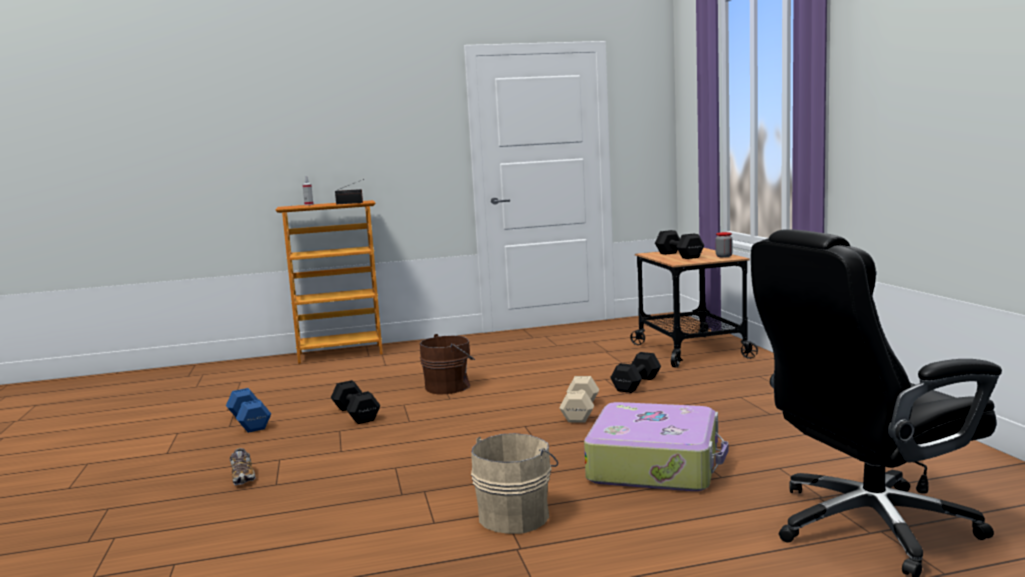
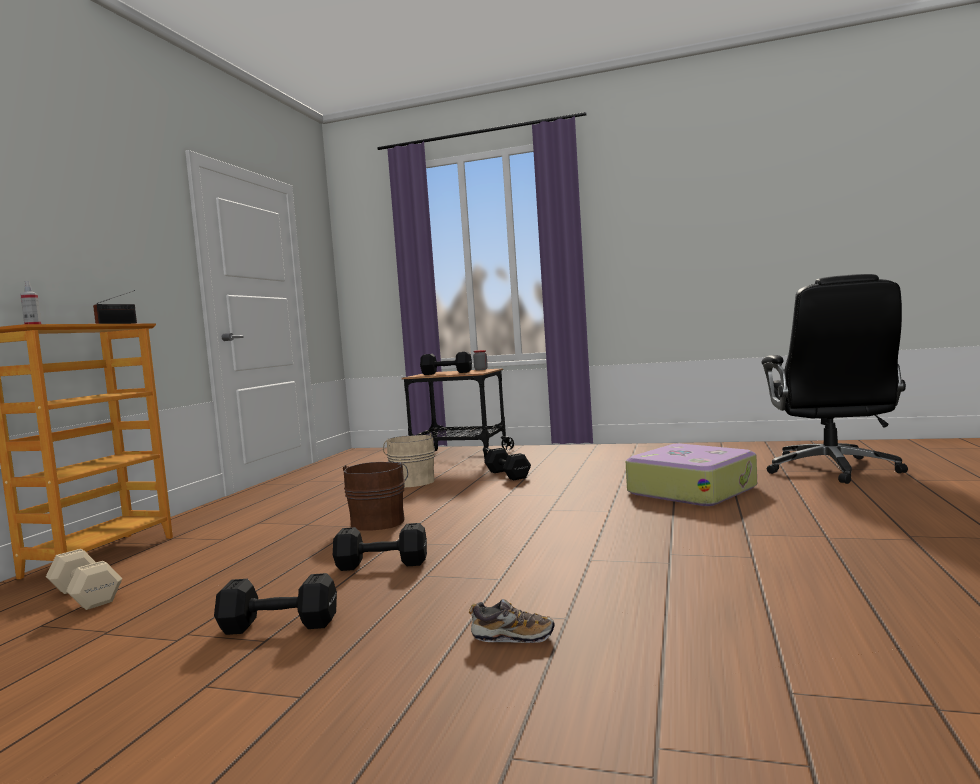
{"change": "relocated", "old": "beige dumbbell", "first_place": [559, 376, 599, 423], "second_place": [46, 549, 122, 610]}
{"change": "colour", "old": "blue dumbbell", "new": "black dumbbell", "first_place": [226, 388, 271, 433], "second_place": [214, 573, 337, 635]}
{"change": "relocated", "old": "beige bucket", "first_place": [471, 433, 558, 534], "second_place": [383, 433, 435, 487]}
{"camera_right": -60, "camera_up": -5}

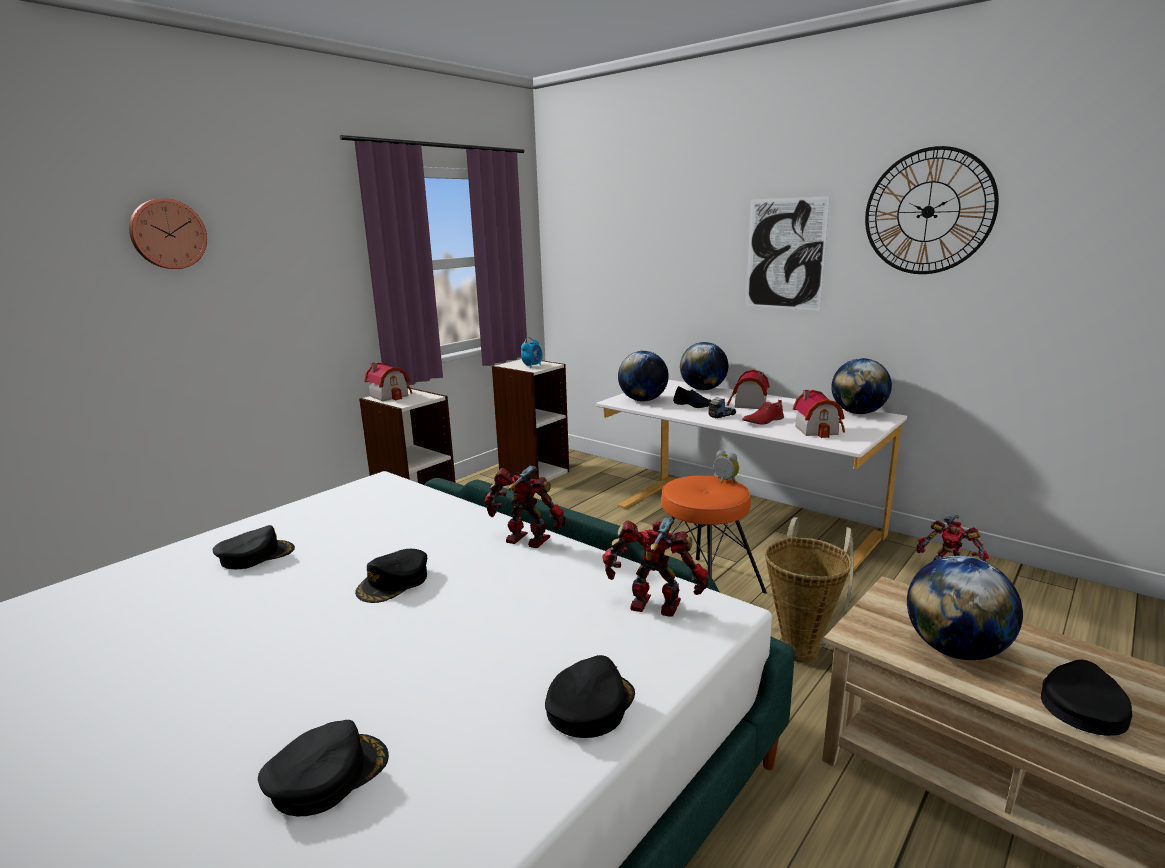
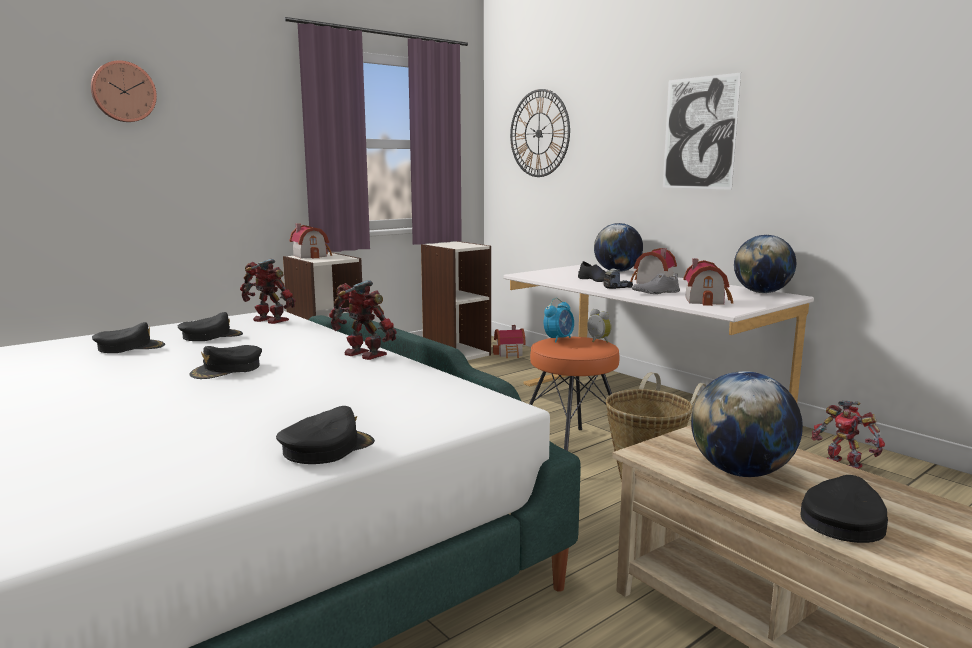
{"change": "relocated", "old": "black cap", "first_place": [258, 720, 389, 816], "second_place": [178, 312, 243, 341]}
{"change": "relocated", "old": "toy robot", "first_place": [602, 517, 709, 617], "second_place": [240, 259, 296, 324]}
{"change": "appeared", "new": "toy house", "second_place": [493, 325, 526, 358]}
{"change": "relocated", "old": "wall clock", "first_place": [865, 146, 999, 274], "second_place": [510, 89, 570, 177]}
{"change": "relocated", "old": "alarm clock", "first_place": [521, 337, 543, 369], "second_place": [544, 298, 574, 343]}
{"change": "colour", "old": "red shoe", "new": "grey shoe", "first_place": [742, 400, 784, 425], "second_place": [632, 273, 680, 294]}
{"change": "missing", "old": "globe", "first_place": [618, 351, 669, 401]}
{"camera_right": 10, "camera_up": -5}

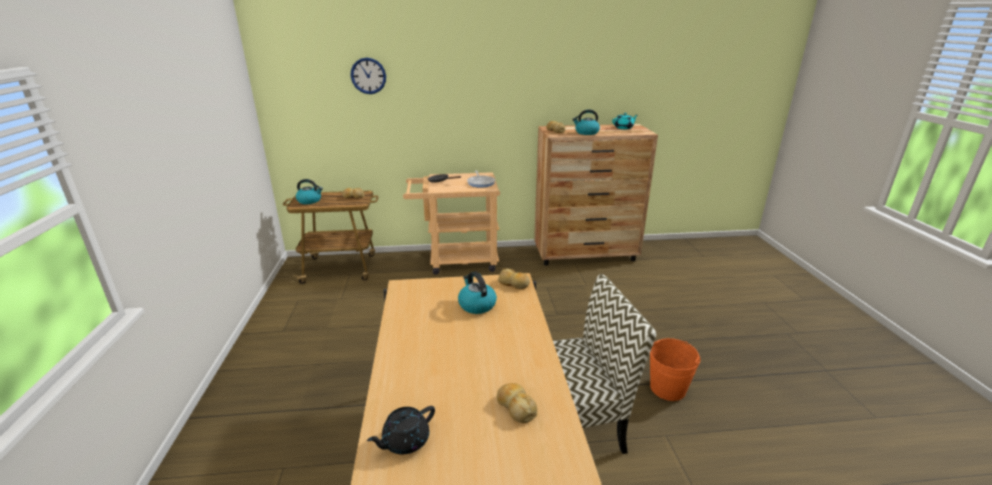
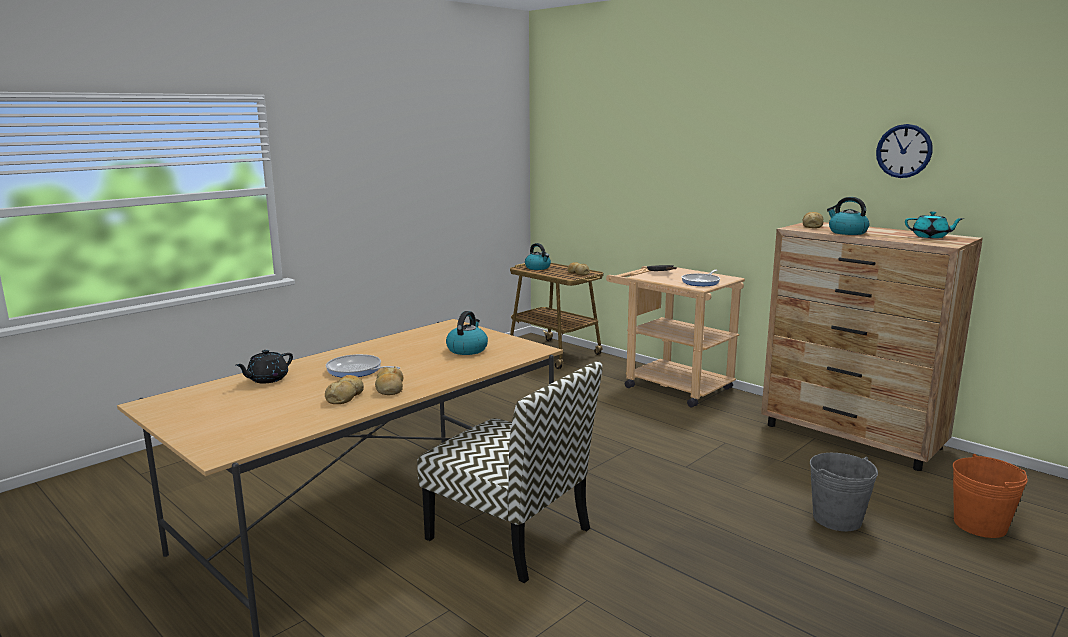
{"change": "spun", "old": "black teapot", "first_place": [367, 406, 435, 454], "second_place": [236, 350, 293, 383], "degrees": -60}
{"change": "appeared", "new": "frying pan", "second_place": [326, 354, 400, 377]}
{"change": "relocated", "old": "bread", "first_place": [498, 268, 530, 289], "second_place": [375, 366, 403, 395]}
{"change": "appeared", "new": "grey bucket", "second_place": [810, 453, 878, 531]}
{"change": "relocated", "old": "wall clock", "first_place": [351, 58, 386, 94], "second_place": [876, 124, 933, 178]}
{"change": "relocated", "old": "orange bucket", "first_place": [650, 338, 700, 401], "second_place": [953, 454, 1028, 538]}
{"camera_right": 50, "camera_up": -10}

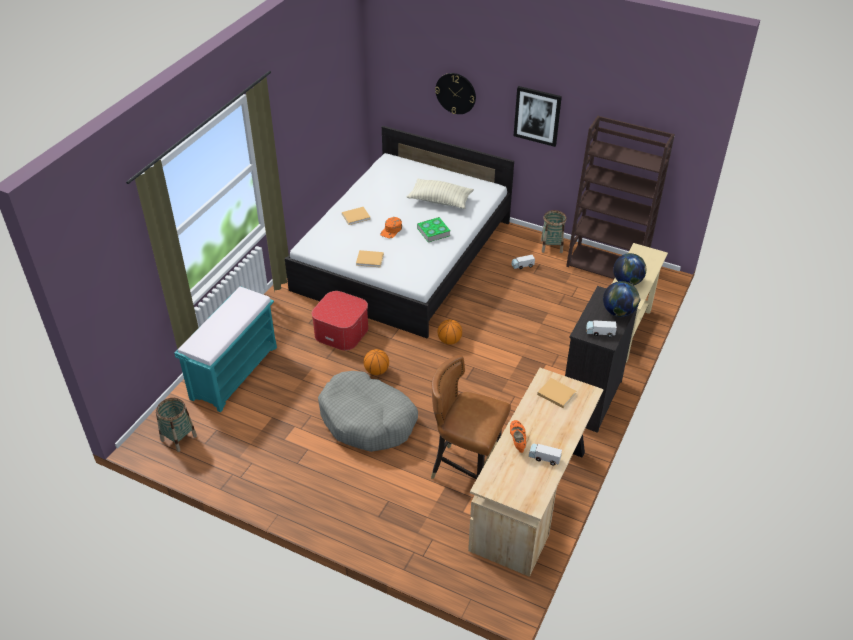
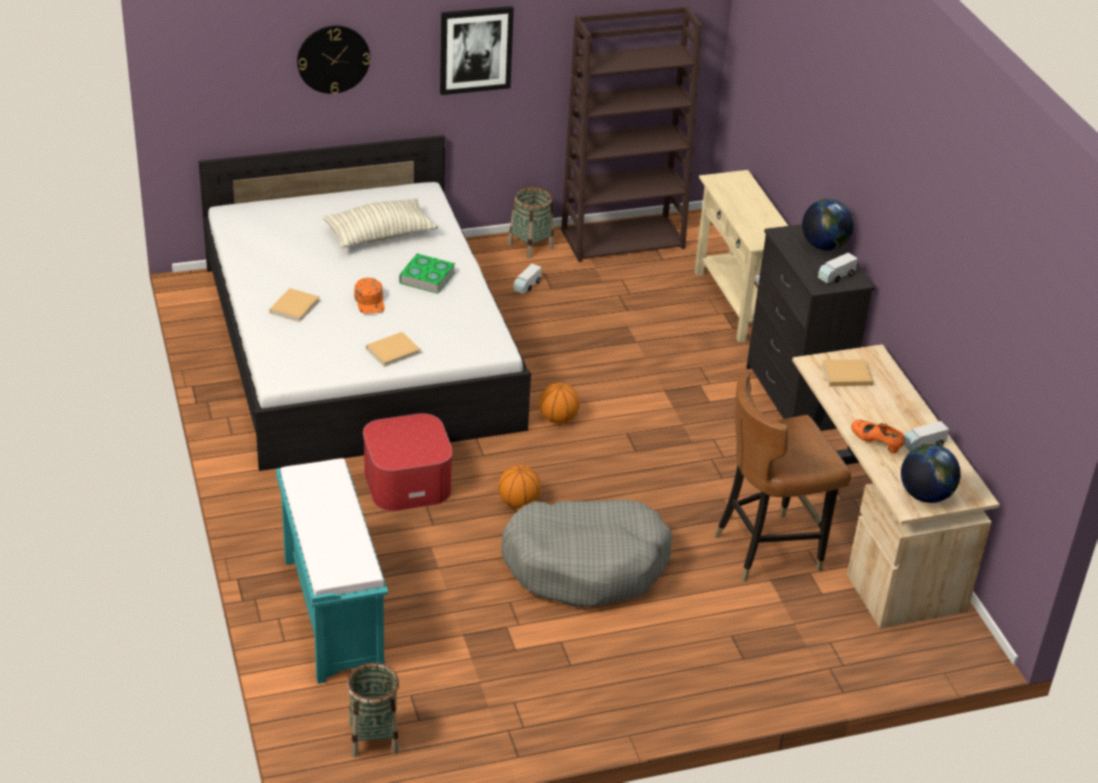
{"change": "relocated", "old": "globe", "first_place": [613, 253, 647, 286], "second_place": [901, 444, 961, 503]}
{"camera_right": -45, "camera_up": -5}

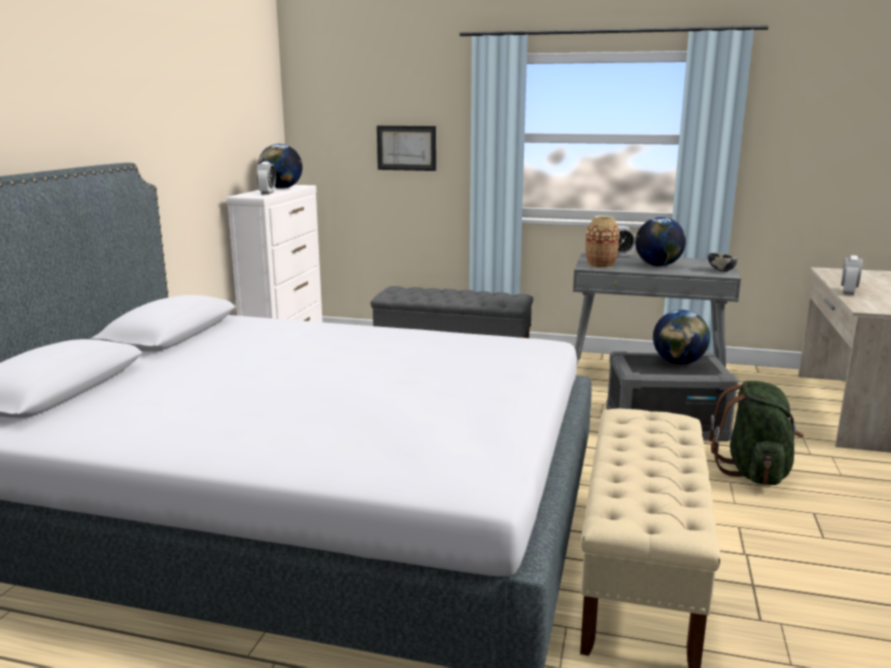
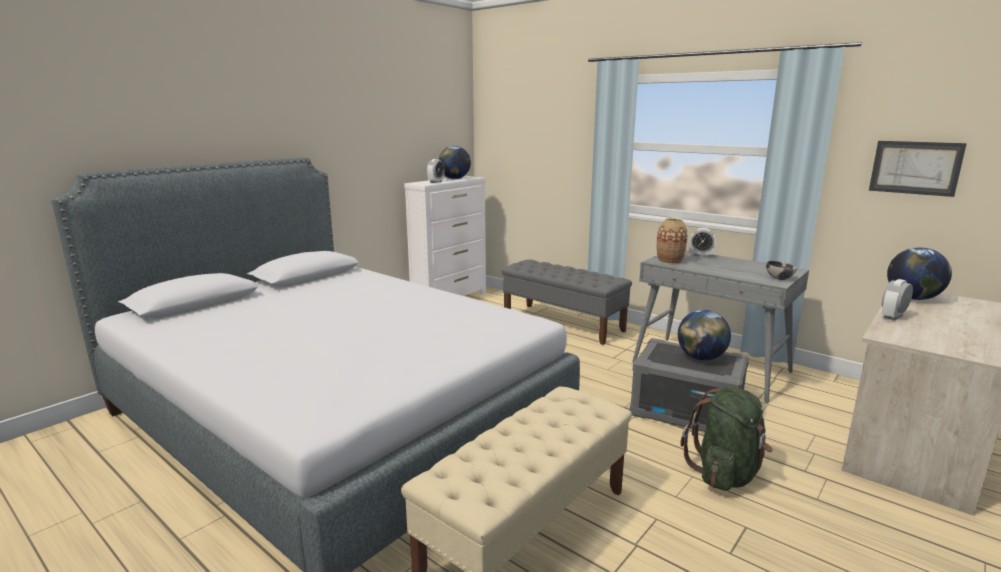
{"change": "relocated", "old": "picture", "first_place": [377, 126, 436, 171], "second_place": [869, 141, 967, 197]}
{"change": "relocated", "old": "globe", "first_place": [635, 217, 686, 266], "second_place": [887, 247, 952, 300]}
{"camera_right": 25, "camera_up": 0}

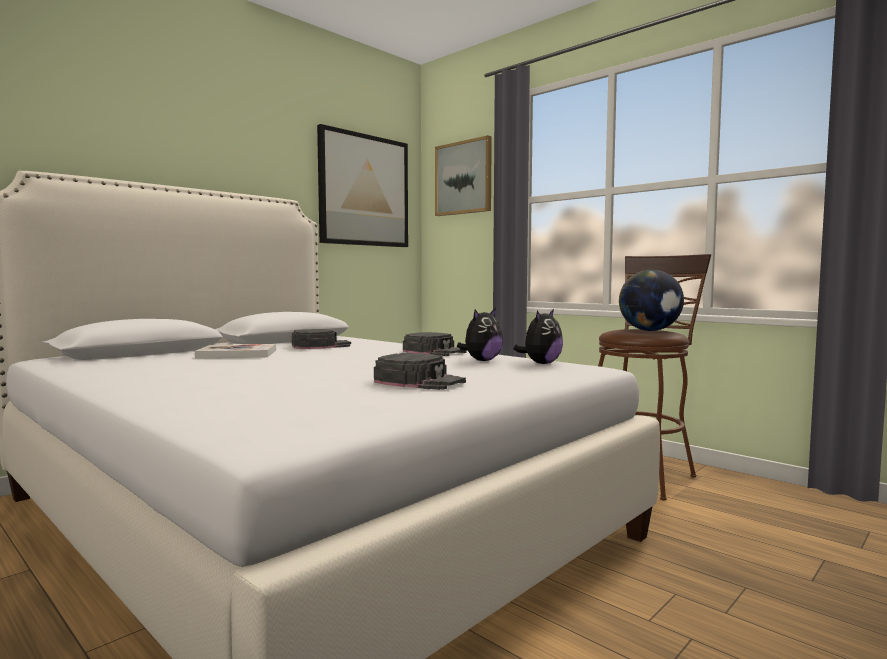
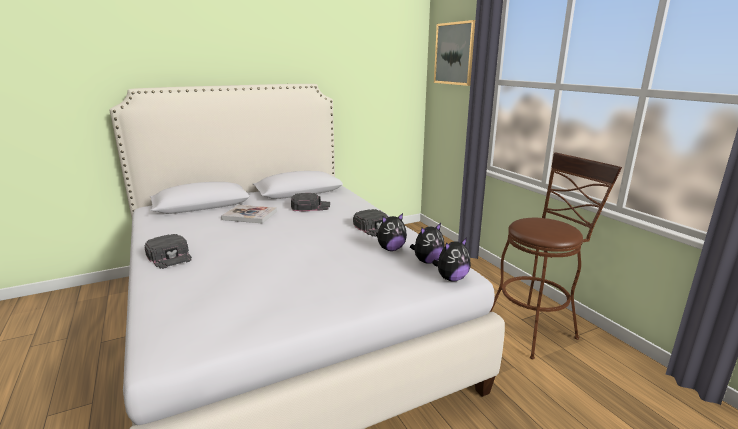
{"change": "relocated", "old": "black cap", "first_place": [374, 353, 466, 390], "second_place": [144, 234, 192, 269]}
{"change": "appeared", "new": "plush toy", "second_place": [432, 238, 471, 282]}
{"change": "missing", "old": "picture", "first_place": [317, 124, 408, 247]}
{"change": "missing", "old": "globe", "first_place": [619, 270, 684, 331]}
{"camera_right": 20, "camera_up": 15}

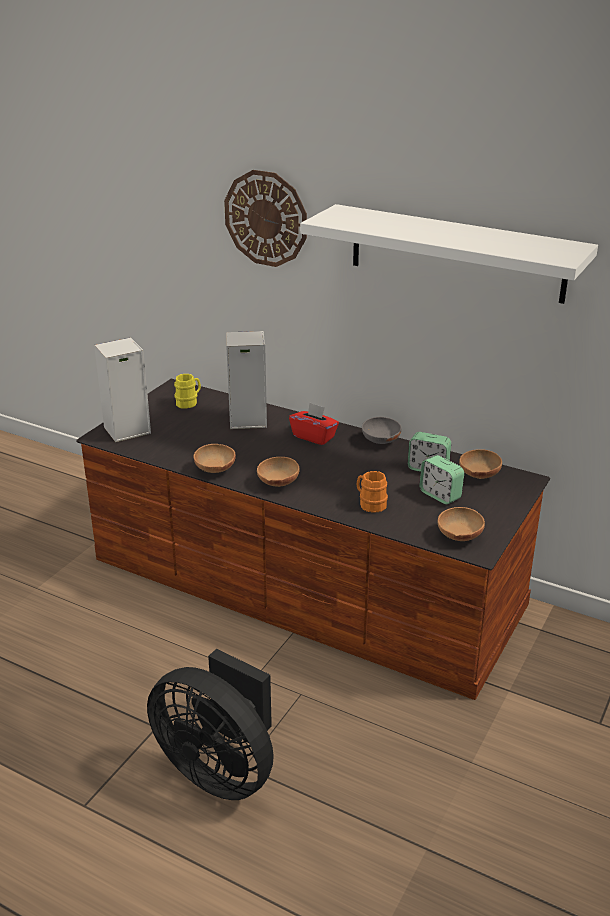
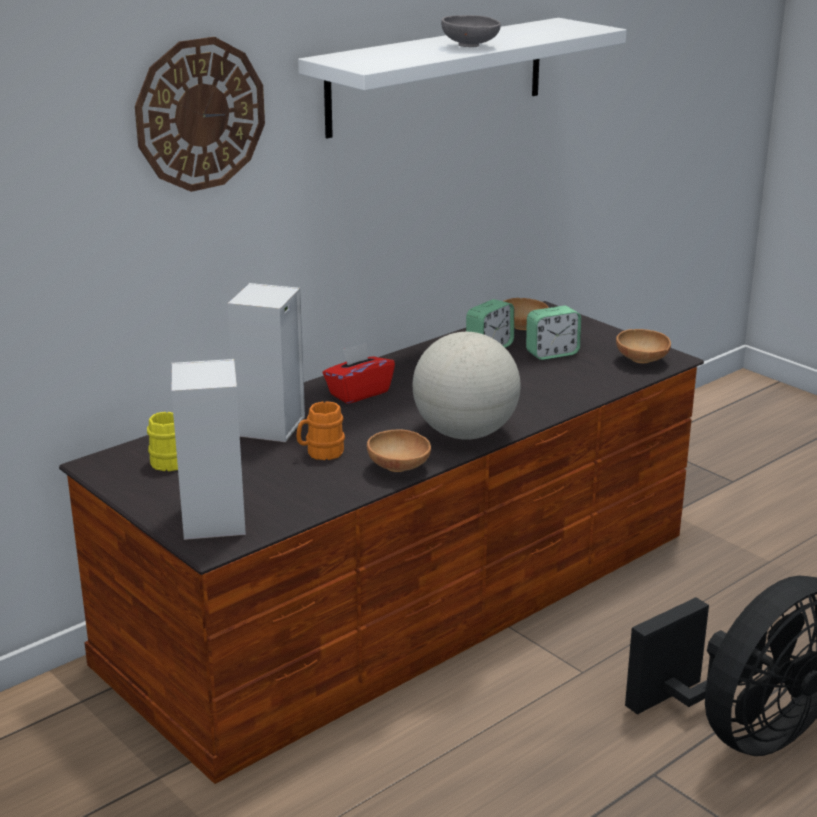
{"change": "relocated", "old": "orange mug", "first_place": [357, 471, 388, 513], "second_place": [296, 401, 345, 460]}
{"change": "exchanged", "old": "brown bowl", "new": "globe", "first_place": [257, 457, 300, 487], "second_place": [413, 332, 520, 440]}
{"change": "relocated", "old": "grey bowl", "first_place": [362, 417, 402, 444], "second_place": [441, 15, 501, 47]}
{"camera_right": -70, "camera_up": -5}

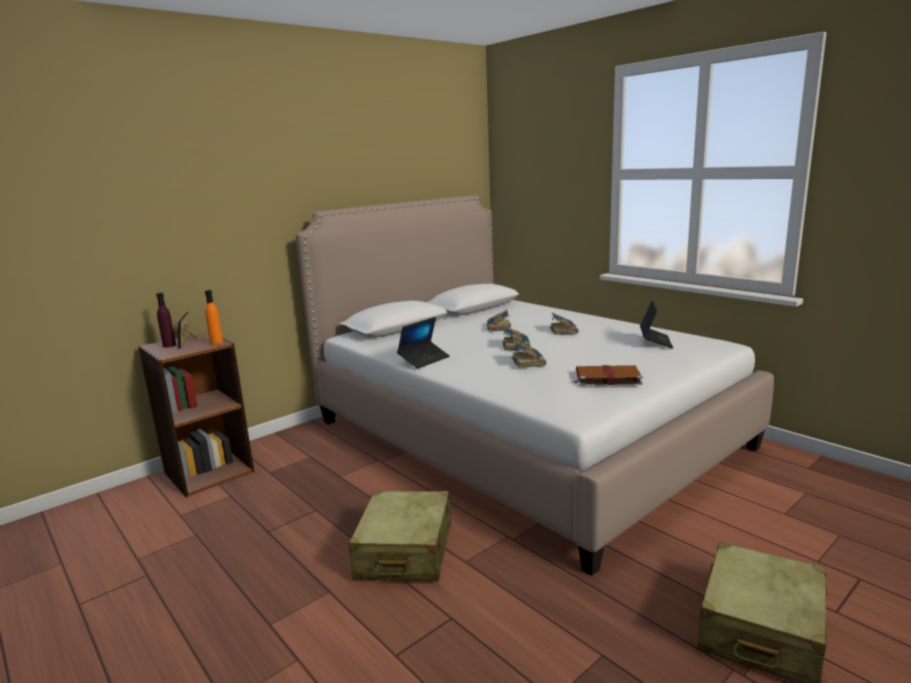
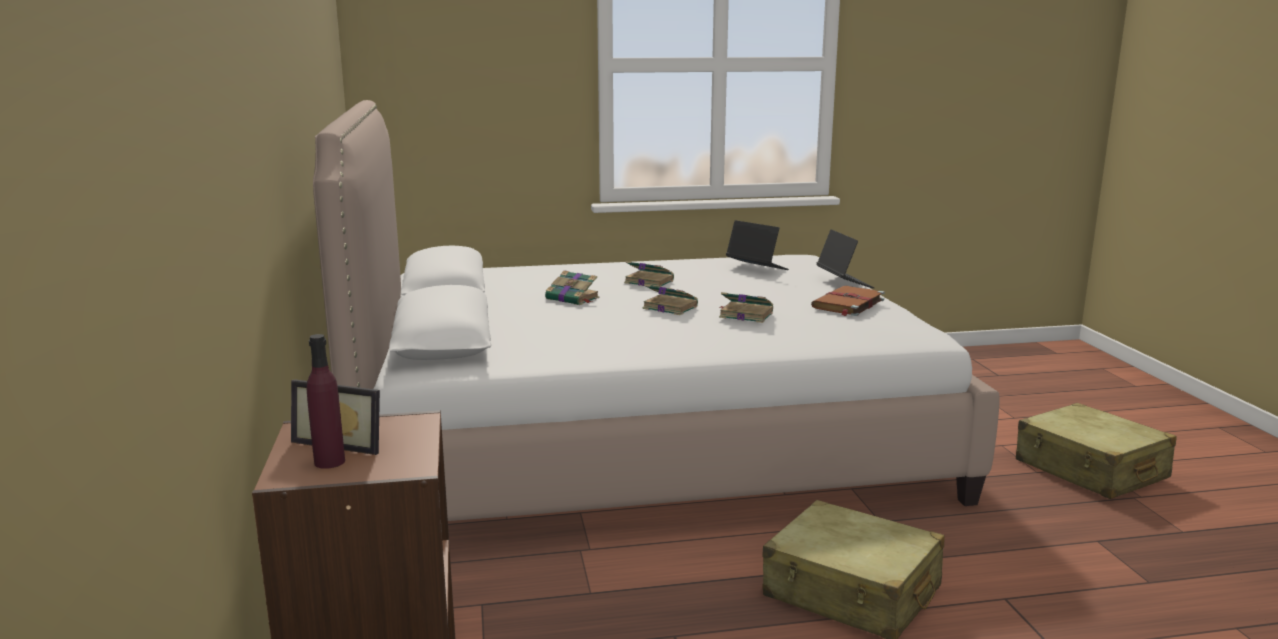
{"change": "relocated", "old": "laptop", "first_place": [397, 317, 450, 369], "second_place": [817, 229, 875, 288]}
{"change": "missing", "old": "orange bottle", "first_place": [205, 290, 223, 345]}
{"camera_right": -60, "camera_up": 0}

